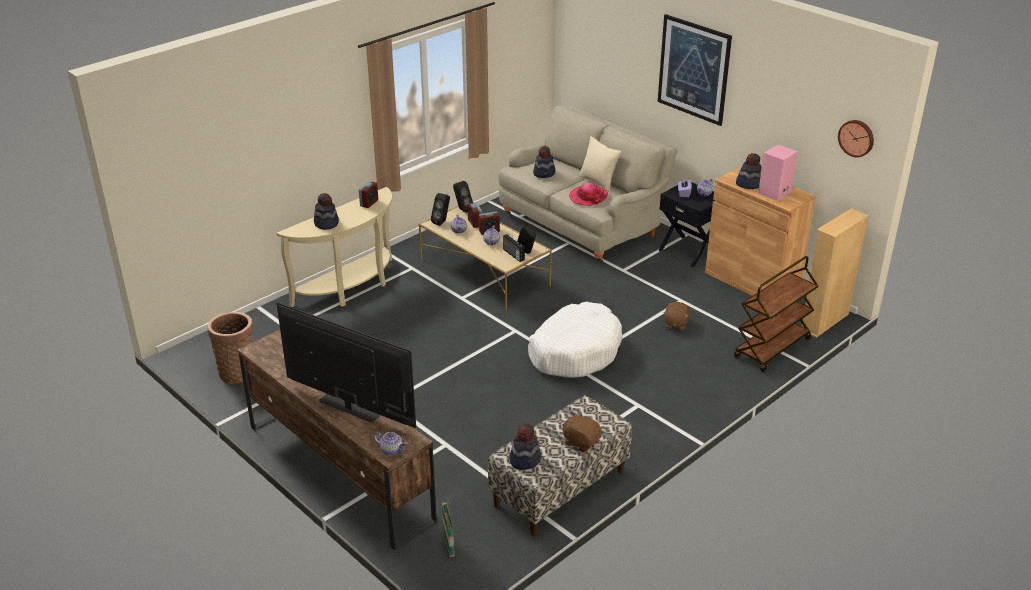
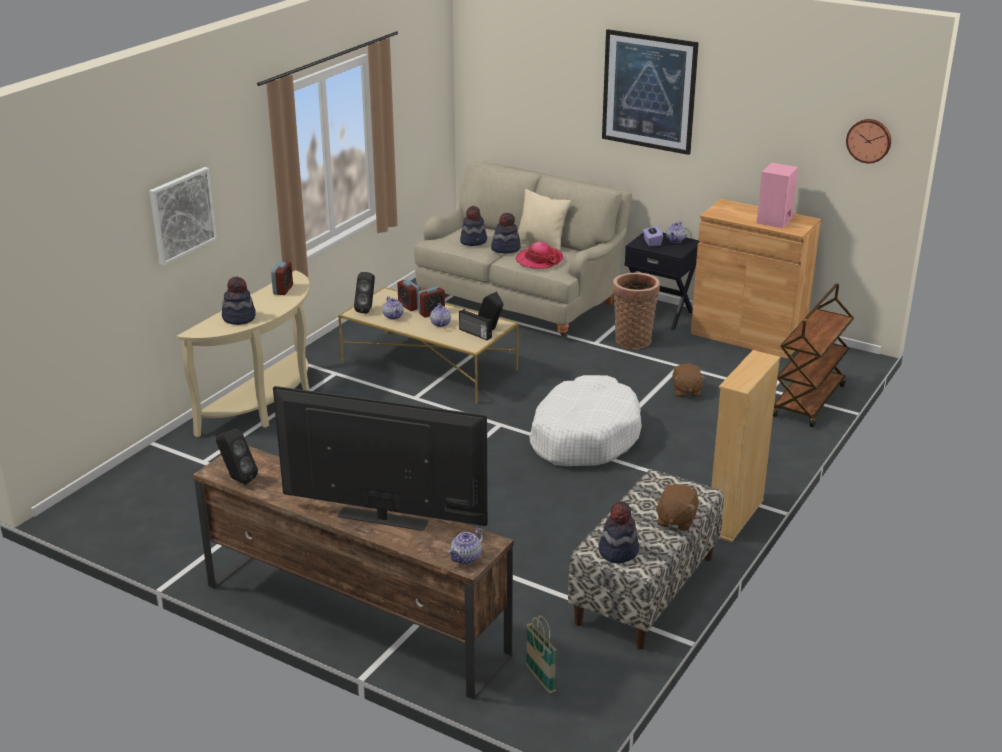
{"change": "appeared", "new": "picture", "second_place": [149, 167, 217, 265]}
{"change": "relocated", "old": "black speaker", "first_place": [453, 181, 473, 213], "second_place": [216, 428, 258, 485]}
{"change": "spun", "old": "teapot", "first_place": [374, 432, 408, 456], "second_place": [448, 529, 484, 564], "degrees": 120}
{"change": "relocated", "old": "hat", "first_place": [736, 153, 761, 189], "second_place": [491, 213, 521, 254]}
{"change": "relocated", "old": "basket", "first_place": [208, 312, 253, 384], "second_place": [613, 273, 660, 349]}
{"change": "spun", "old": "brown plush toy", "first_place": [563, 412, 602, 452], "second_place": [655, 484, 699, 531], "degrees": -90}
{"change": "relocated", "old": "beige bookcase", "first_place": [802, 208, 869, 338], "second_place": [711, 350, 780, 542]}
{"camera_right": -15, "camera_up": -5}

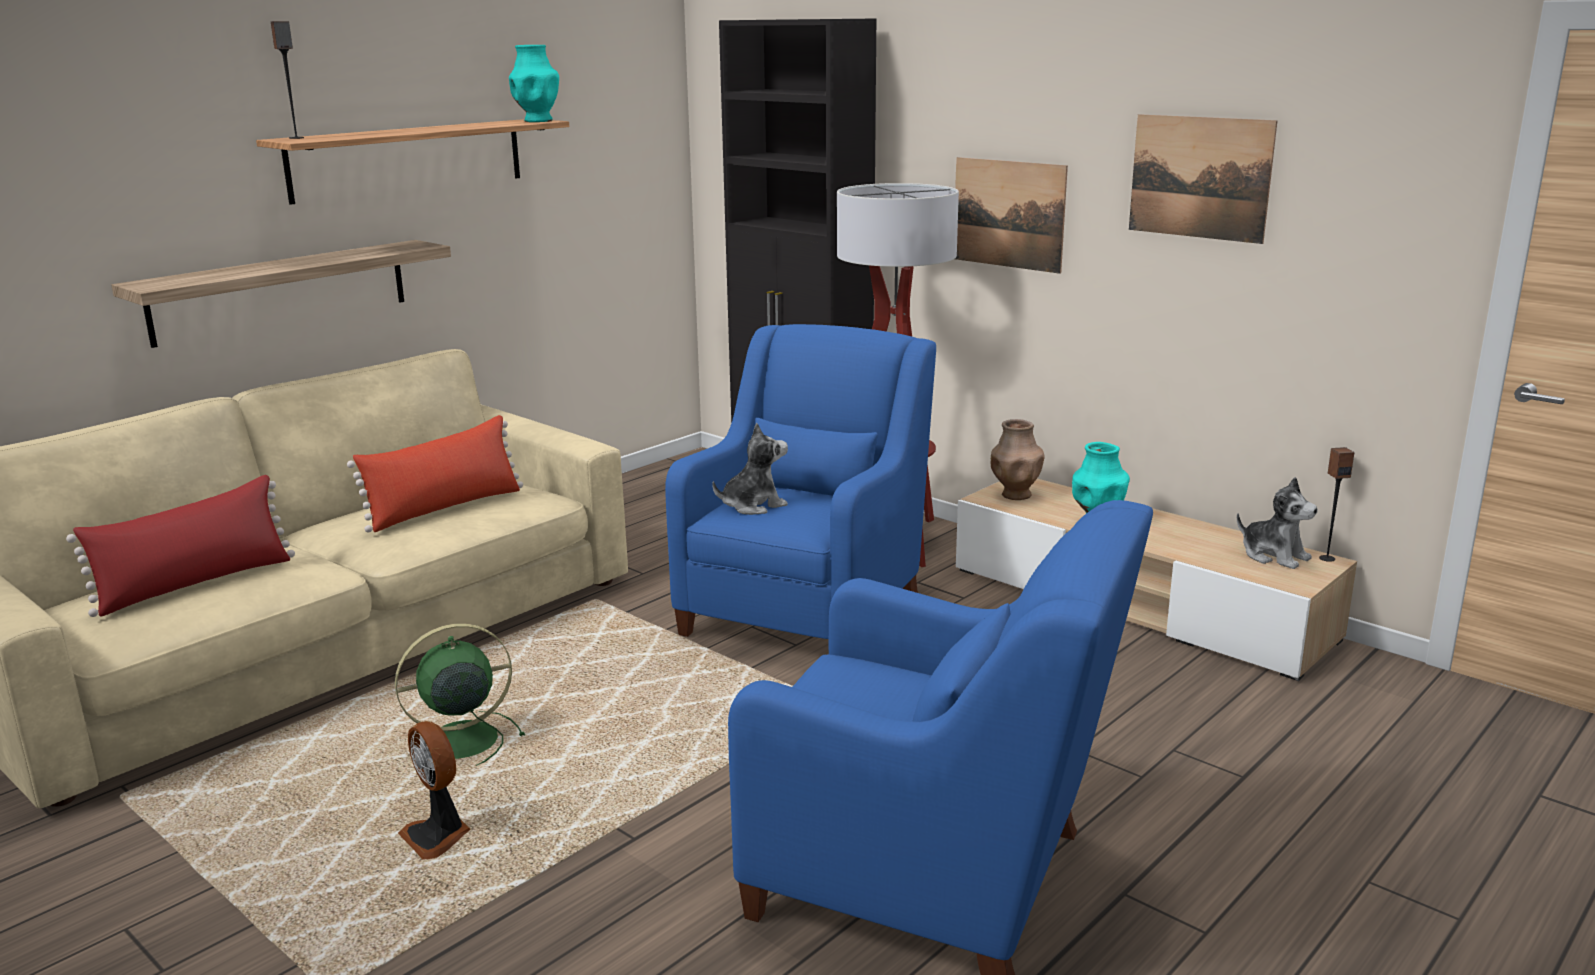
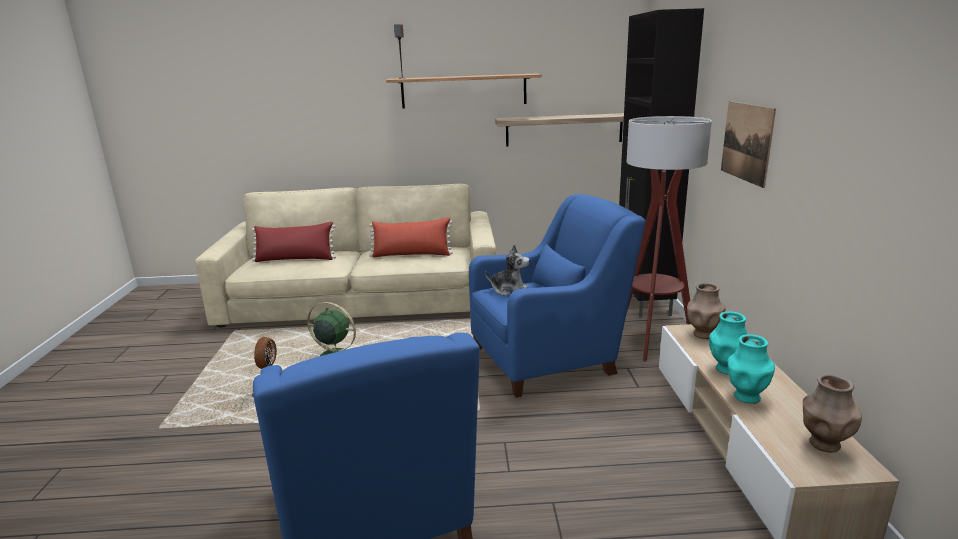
{"change": "relocated", "old": "shelf", "first_place": [111, 240, 451, 348], "second_place": [495, 113, 624, 147]}
{"change": "relocated", "old": "turquoise vase", "first_place": [509, 45, 559, 122], "second_place": [727, 334, 775, 404]}
{"change": "exchanged", "old": "plush toy", "new": "brown vase", "first_place": [1237, 477, 1318, 569], "second_place": [803, 374, 862, 453]}
{"change": "missing", "old": "picture", "first_place": [1129, 114, 1278, 244]}
{"change": "missing", "old": "speaker", "first_place": [1319, 447, 1354, 562]}
{"camera_right": 45, "camera_up": 0}

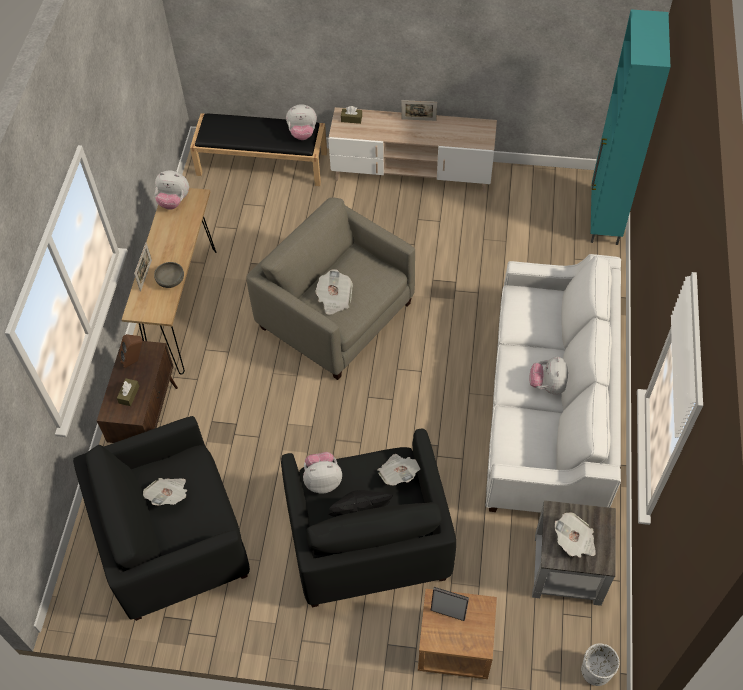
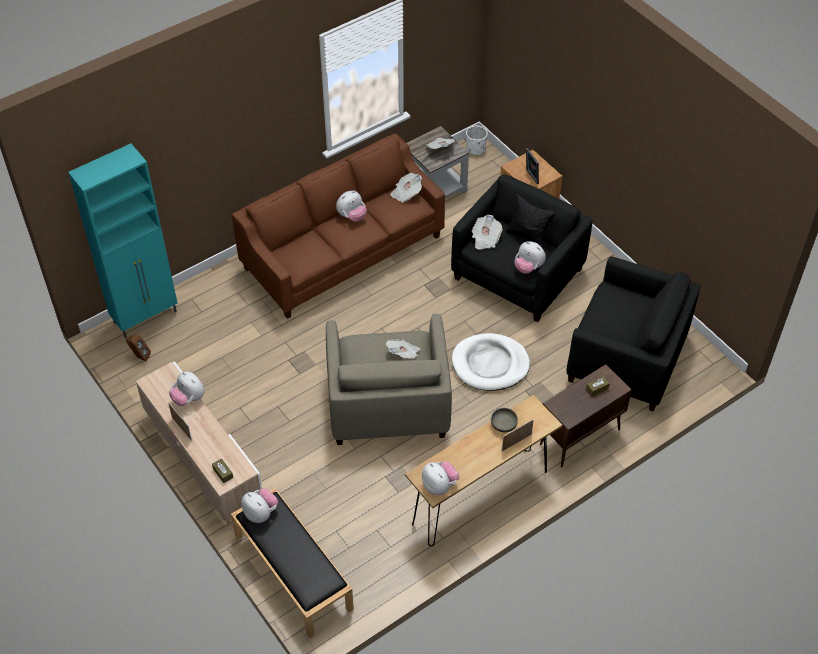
{"change": "relocated", "old": "brown speaker", "first_place": [119, 334, 143, 368], "second_place": [126, 334, 151, 362]}
{"change": "appeared", "new": "plush toy", "second_place": [169, 371, 205, 406]}
{"change": "colour", "old": "white sofa", "new": "brown sofa", "first_place": [486, 254, 621, 513], "second_place": [231, 133, 445, 319]}
{"change": "relocated", "old": "newspaper", "first_place": [143, 478, 188, 505], "second_place": [390, 173, 422, 203]}
{"change": "appeared", "new": "white dog bed", "second_place": [452, 333, 530, 391]}
{"camera_right": -135, "camera_up": -5}

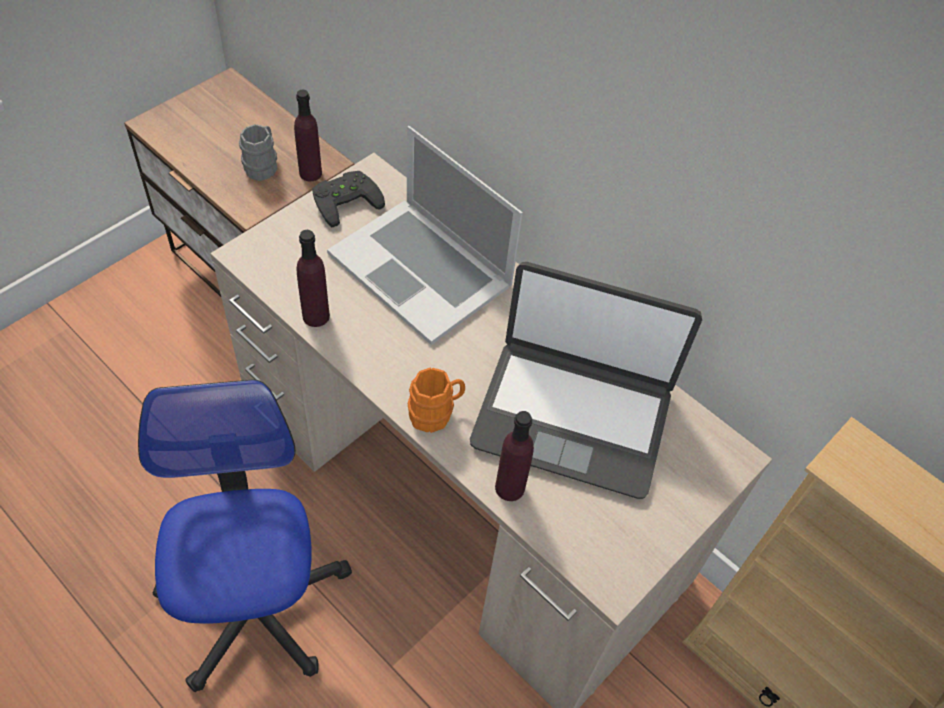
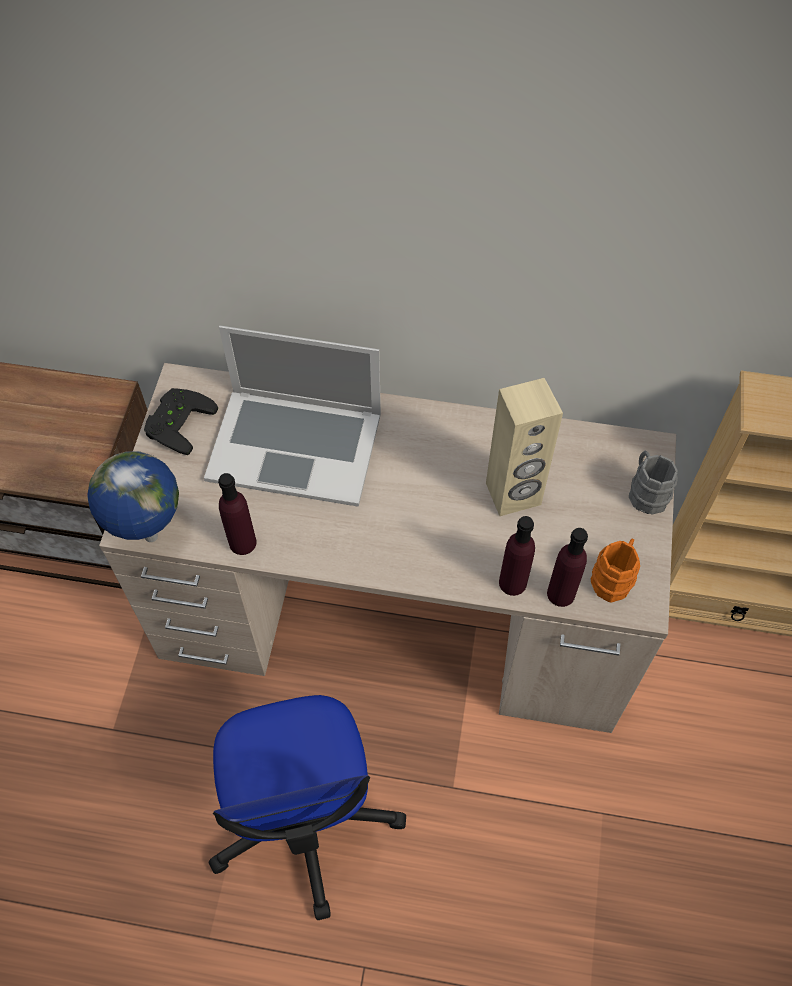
{"change": "appeared", "new": "globe", "second_place": [87, 451, 179, 542]}
{"change": "spun", "old": "office chair", "first_place": [138, 379, 352, 692], "second_place": [209, 695, 406, 920], "degrees": -150}
{"change": "exchanged", "old": "laptop", "new": "beige speaker", "first_place": [470, 262, 702, 499], "second_place": [486, 378, 563, 516]}
{"change": "relocated", "old": "purple bottle", "first_place": [294, 89, 322, 181], "second_place": [547, 528, 588, 607]}
{"change": "relocated", "old": "orange mug", "first_place": [407, 368, 465, 433], "second_place": [591, 539, 640, 603]}
{"change": "relocated", "old": "grey mug", "first_place": [239, 124, 277, 181], "second_place": [629, 451, 678, 515]}
{"camera_right": -30, "camera_up": 5}

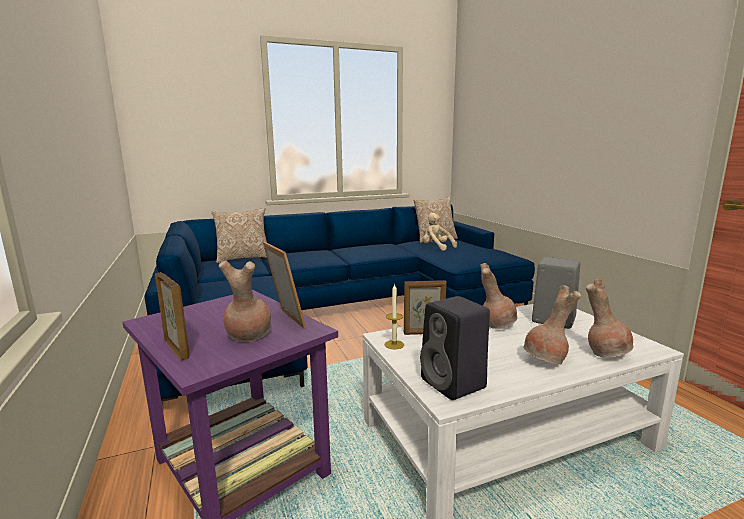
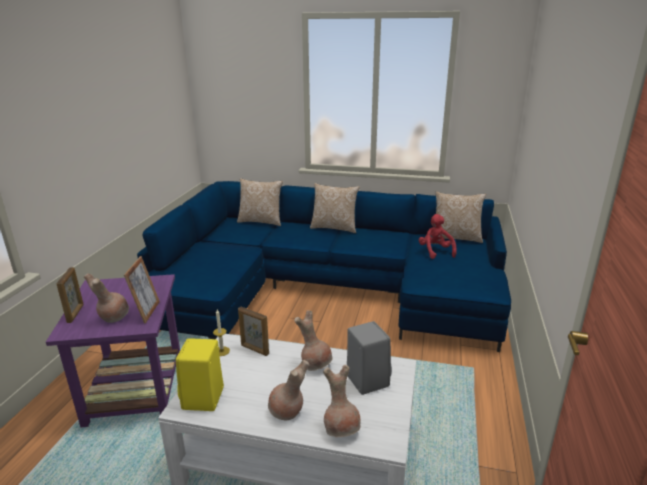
{"change": "colour", "old": "black speaker", "new": "yellow speaker", "first_place": [420, 296, 490, 400], "second_place": [176, 338, 224, 411]}
{"change": "appeared", "new": "pillow", "second_place": [310, 183, 360, 233]}
{"change": "colour", "old": "beige plush toy", "new": "red plush toy", "first_place": [423, 213, 457, 251], "second_place": [419, 214, 456, 259]}
{"camera_right": 35, "camera_up": 10}

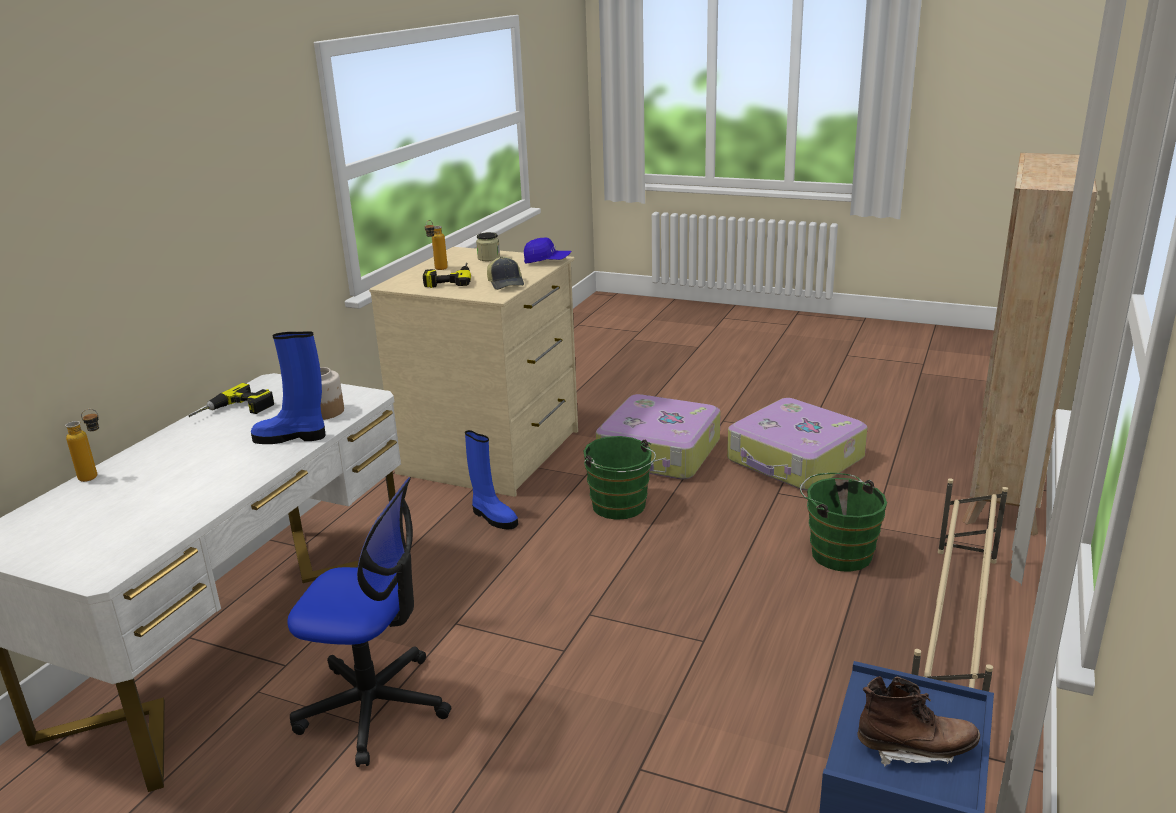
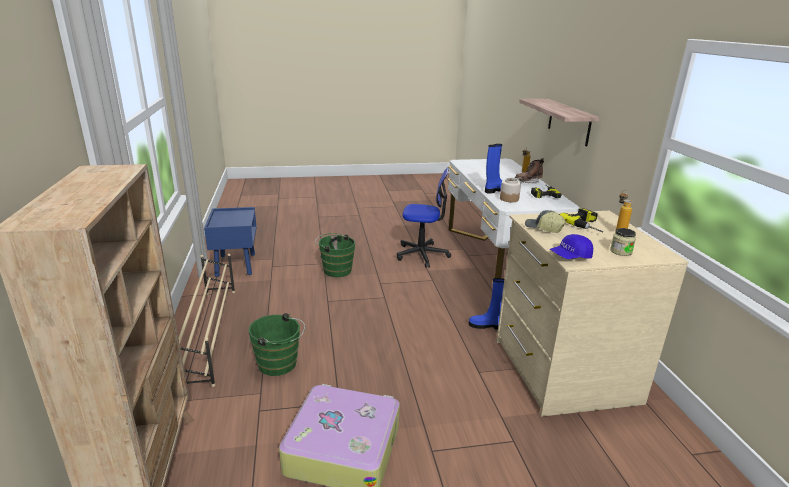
{"change": "relocated", "old": "green bucket", "first_place": [583, 436, 656, 520], "second_place": [315, 233, 355, 277]}
{"change": "spun", "old": "office chair", "first_place": [287, 477, 451, 767], "second_place": [397, 167, 451, 268], "degrees": -150}
{"change": "relocated", "old": "brown boot", "first_place": [858, 676, 980, 766], "second_place": [515, 158, 544, 183]}
{"change": "appeared", "new": "shelf", "second_place": [519, 99, 599, 146]}
{"change": "missing", "old": "suitcase", "first_place": [596, 394, 721, 480]}
{"camera_right": 145, "camera_up": 0}

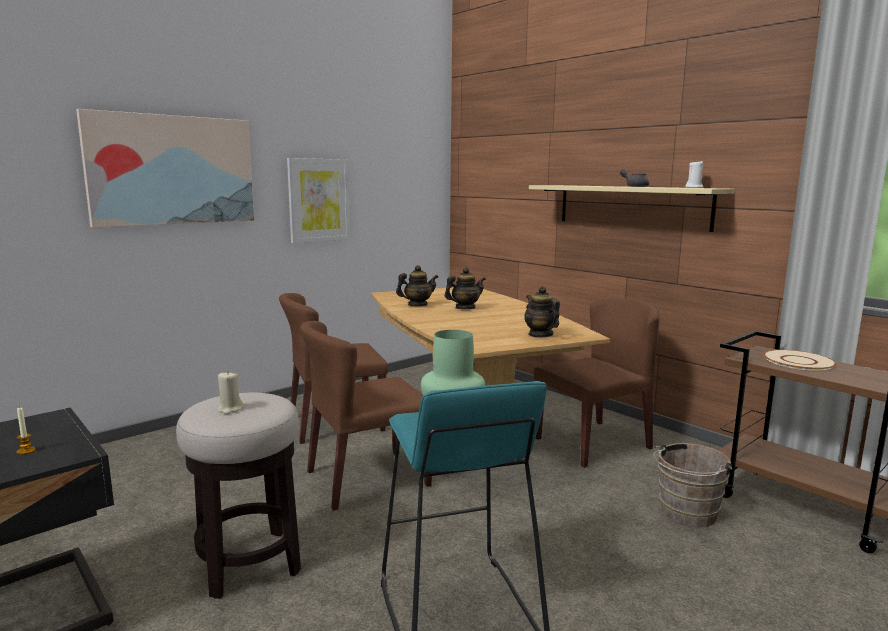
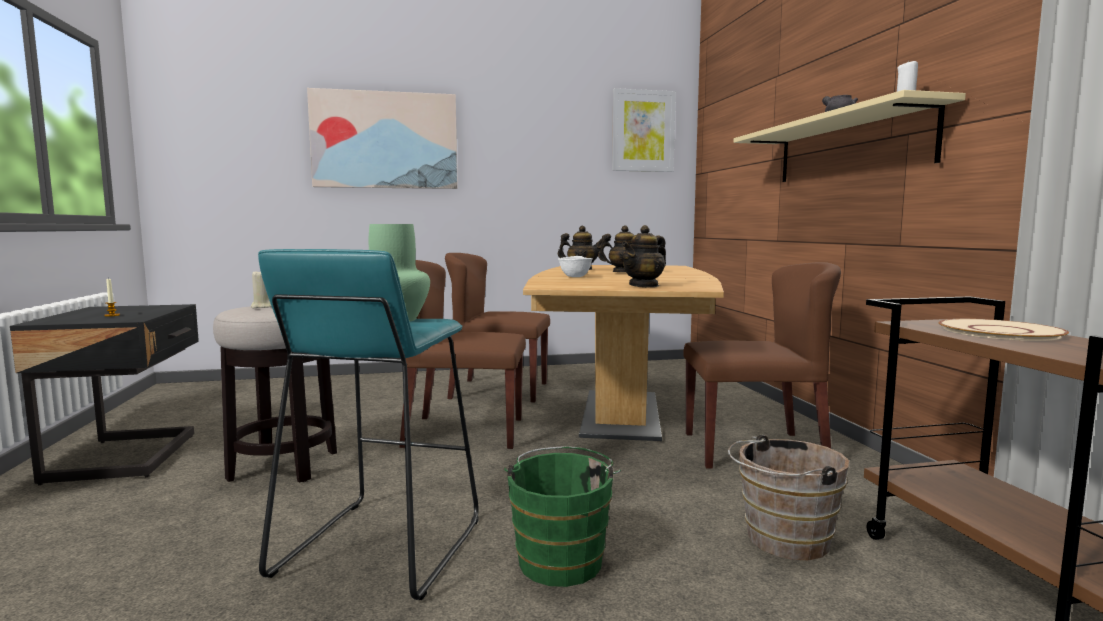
{"change": "appeared", "new": "green bucket", "second_place": [504, 446, 621, 587]}
{"change": "appeared", "new": "white bowl", "second_place": [558, 256, 593, 277]}
{"change": "relocated", "old": "picture", "first_place": [287, 158, 350, 243], "second_place": [612, 88, 676, 172]}
{"change": "spun", "old": "teapot", "first_place": [524, 286, 560, 338], "second_place": [622, 225, 666, 287], "degrees": -135}
{"camera_right": 30, "camera_up": -5}

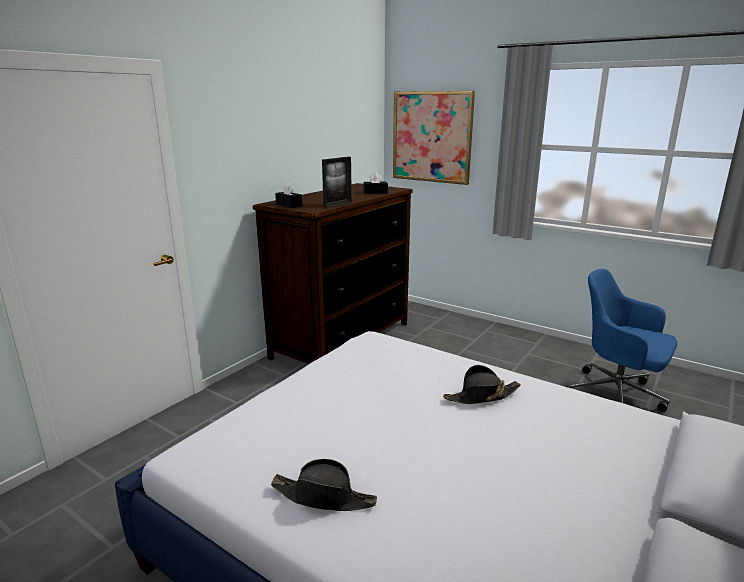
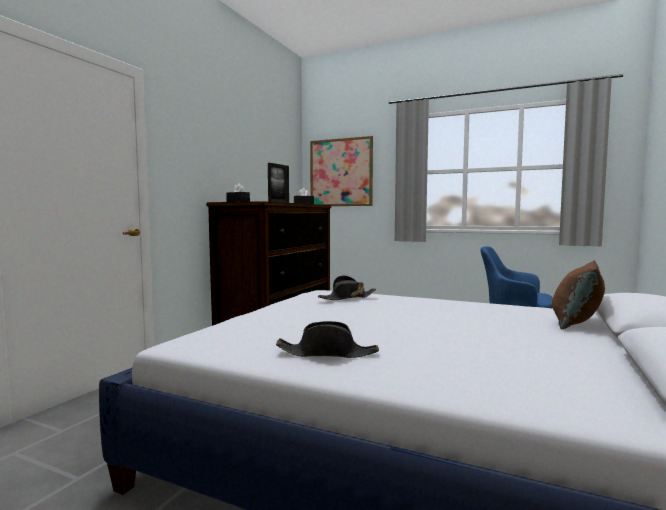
{"change": "relocated", "old": "black hat", "first_place": [443, 365, 521, 404], "second_place": [318, 275, 376, 300]}
{"change": "appeared", "new": "brown pillow", "second_place": [552, 260, 605, 329]}
{"camera_right": -10, "camera_up": -15}

